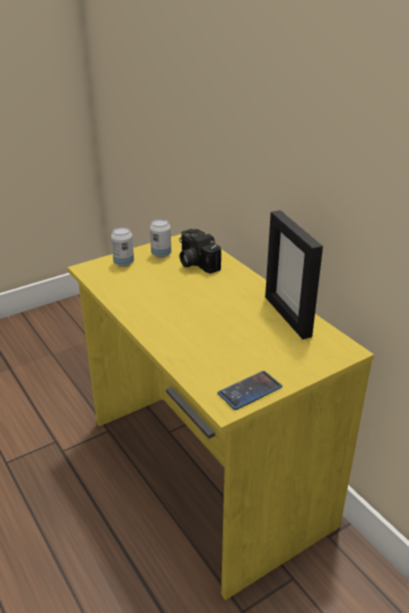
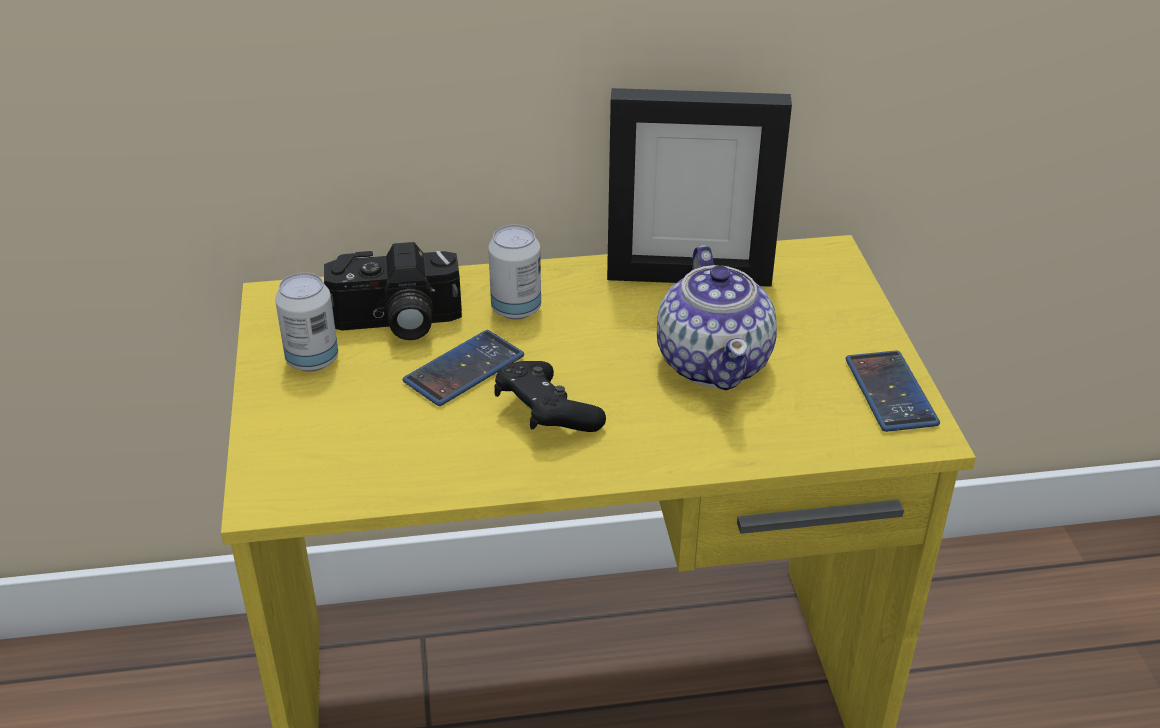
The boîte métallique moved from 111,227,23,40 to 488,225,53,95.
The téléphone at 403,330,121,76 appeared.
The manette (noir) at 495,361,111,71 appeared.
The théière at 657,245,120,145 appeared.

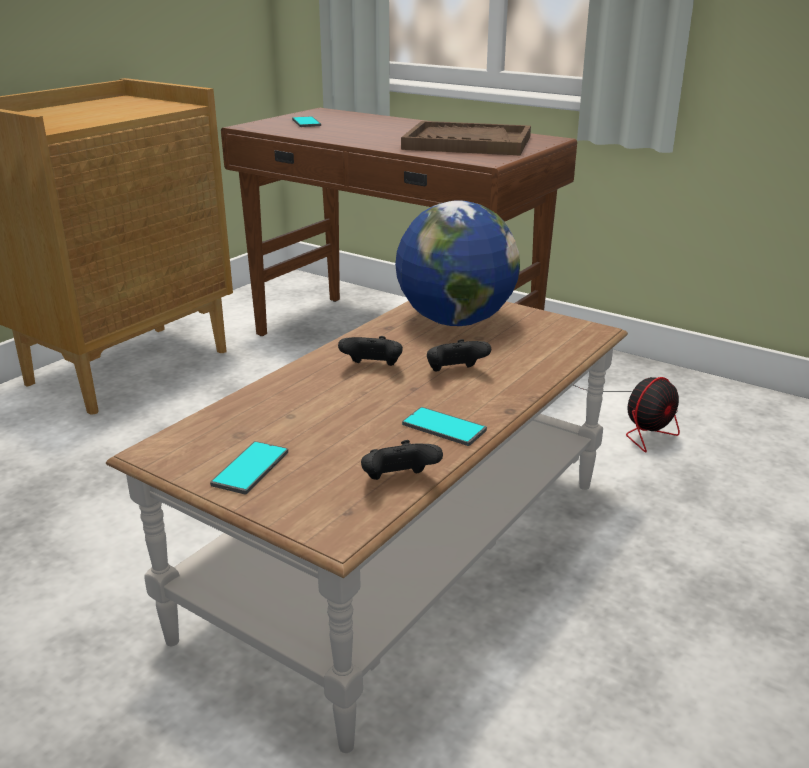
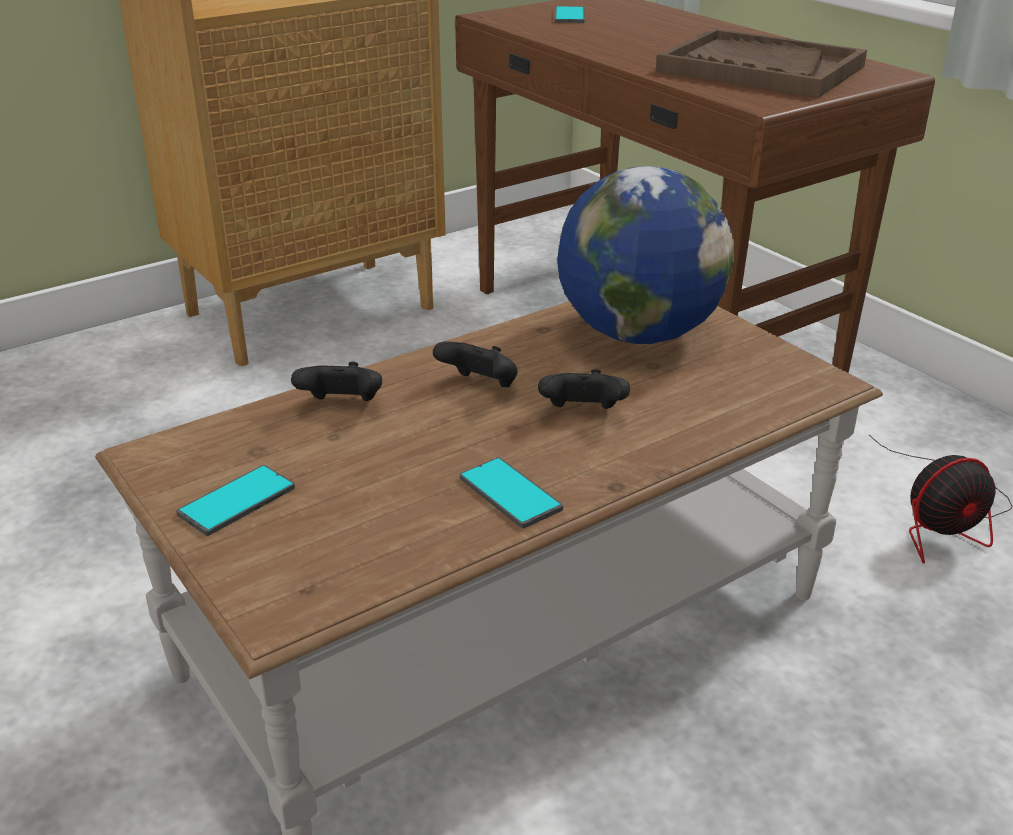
The manette (noir) moved from 361,440,82,40 to 291,362,91,39.

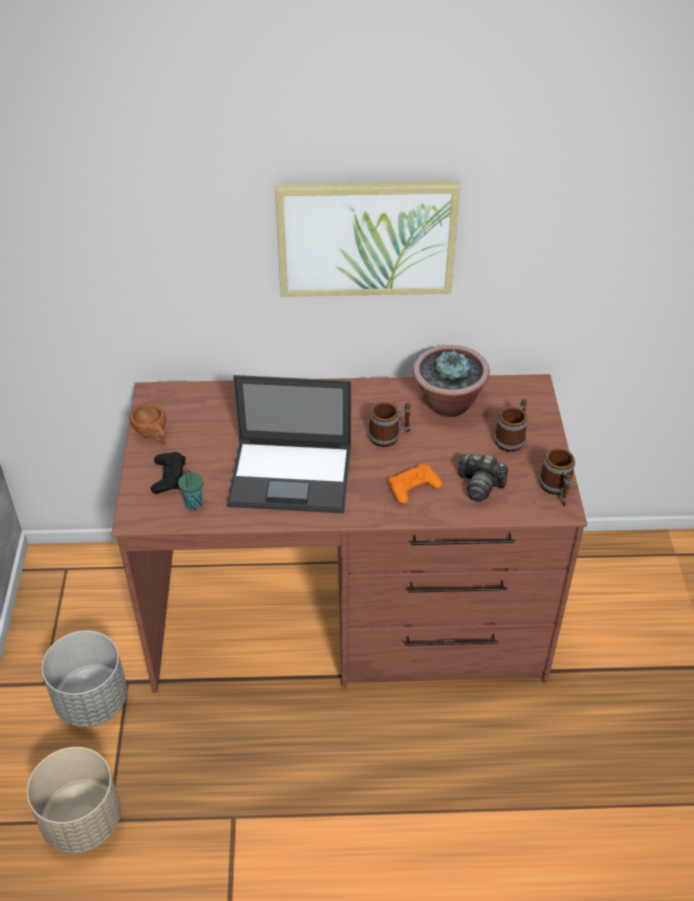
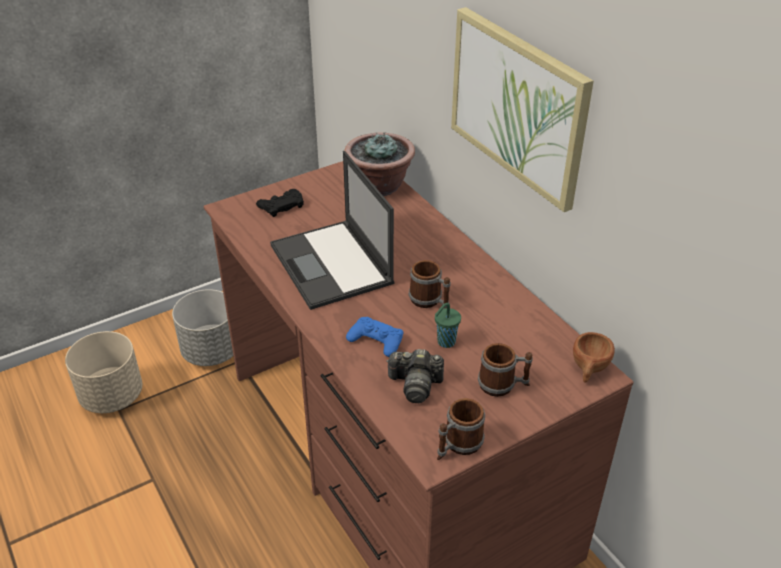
The tasse (marron) moved from 129,403,37,41 to 573,332,42,51.
The tasse (vert) moved from 178,470,25,40 to 435,303,26,45.
The manette (orange) at 388,464,54,40 became the manette (bleu) at 346,317,58,40.
The plante en pot moved from 413,345,77,72 to 344,132,71,64.
The appareil photo at 458,453,50,49 turned 75 degrees counterclockwise.

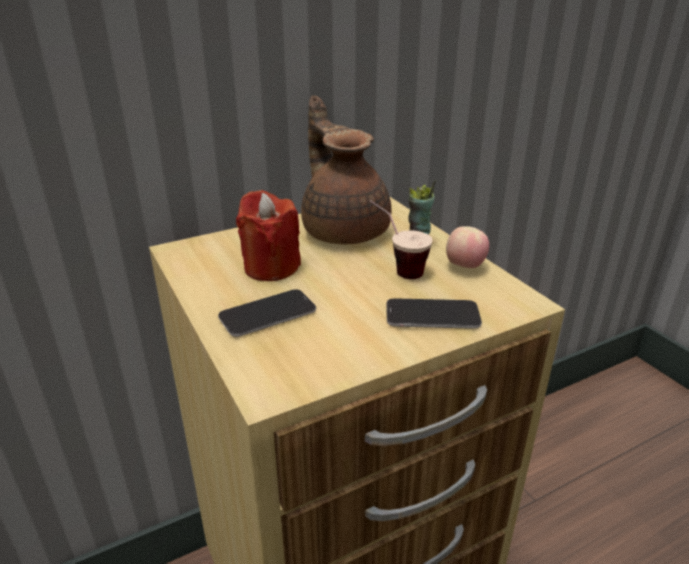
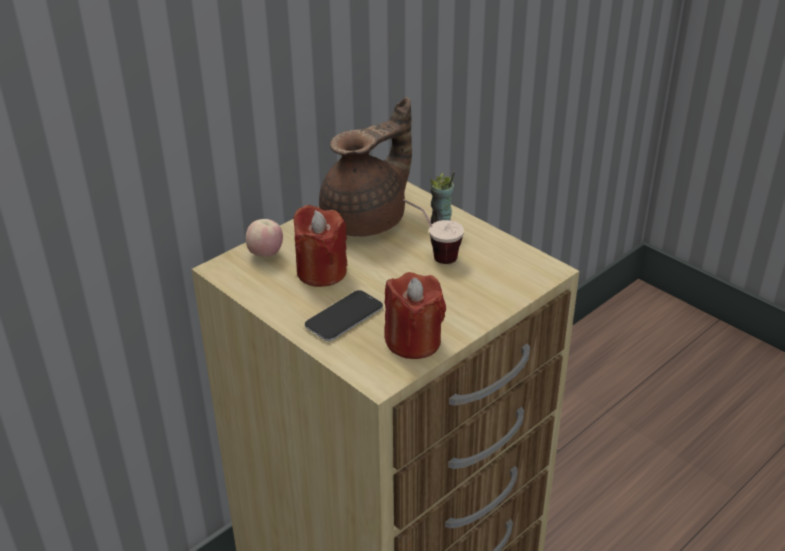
The théière (marron) at 301,96,91,148 turned 90 degrees clockwise.
The téléphone at 386,298,96,31 disappeared.
The pomme moved from 446,226,43,42 to 246,219,37,38.
The bougie (rouge) at 384,272,62,87 appeared.

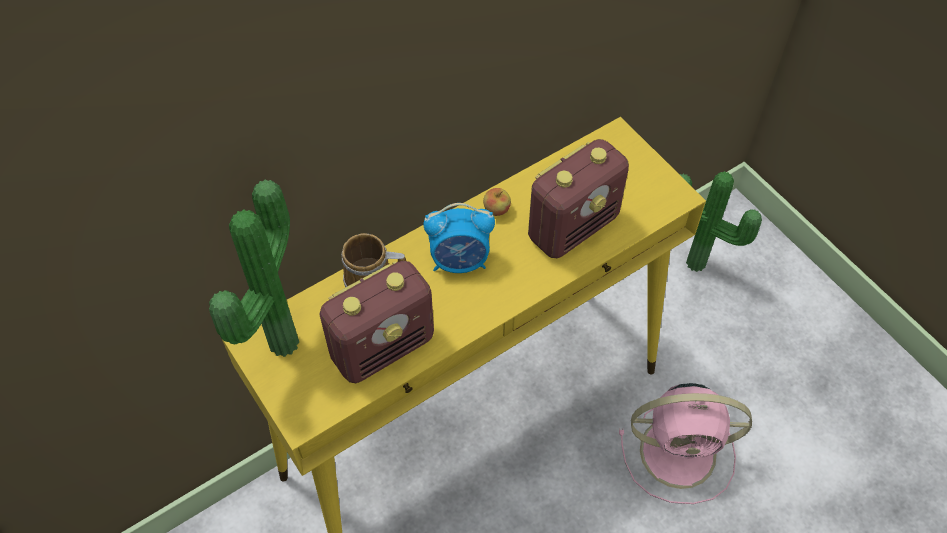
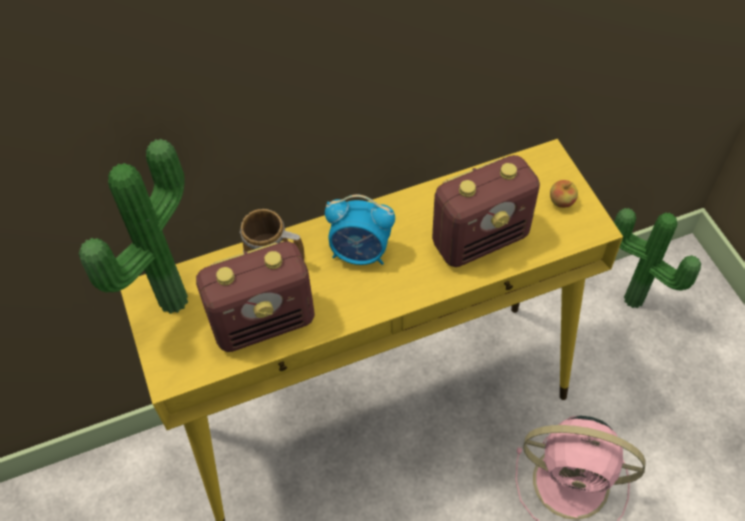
The pomme moved from 483,188,28,28 to 550,180,28,28.

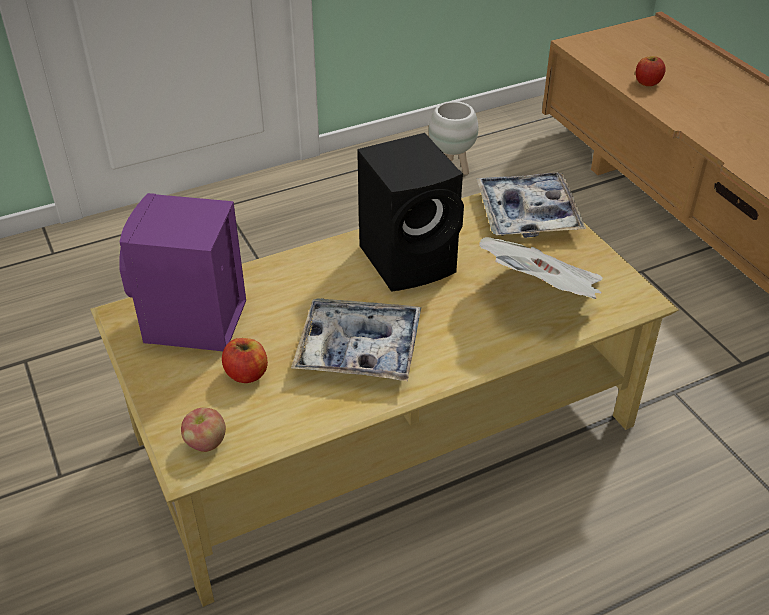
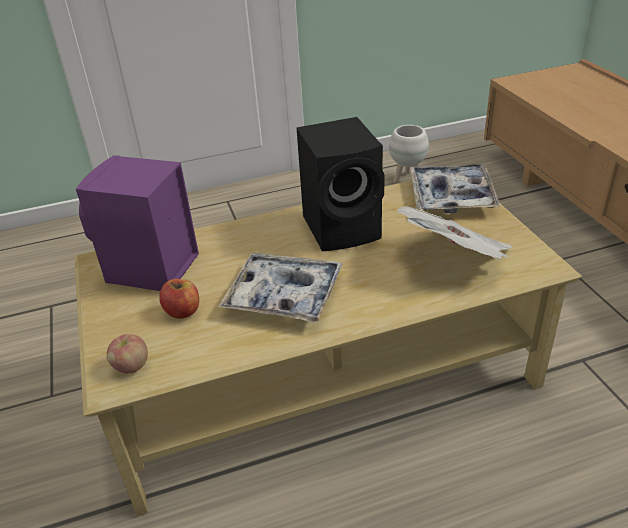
The pomme at 636,56,30,30 disappeared.

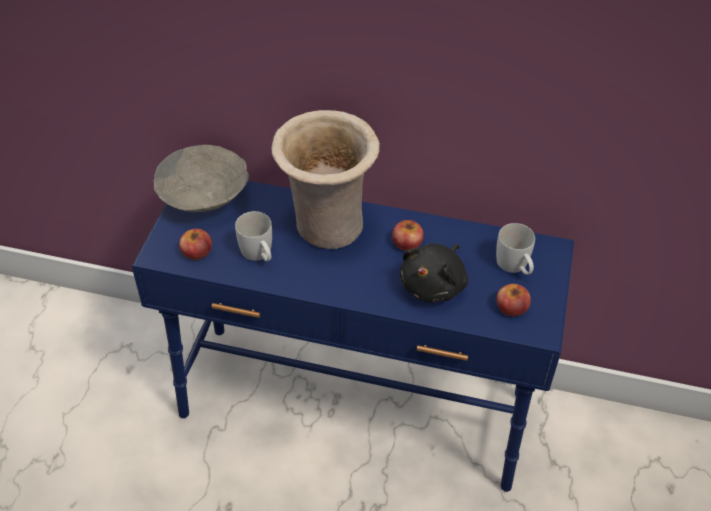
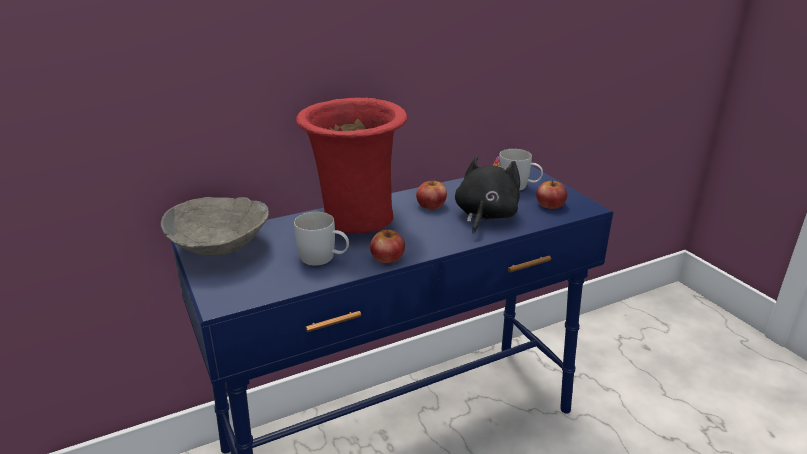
The pomme moved from 179,229,33,31 to 370,230,35,33.
The vase (beige) at 272,110,108,139 became the vase (rouge) at 296,97,111,137.
The peluche (noir) at 400,244,68,58 turned 150 degrees counterclockwise.

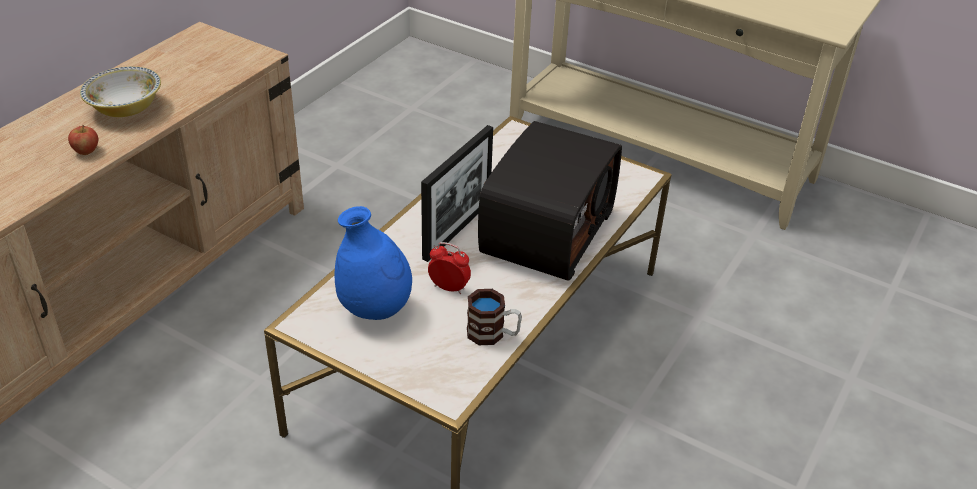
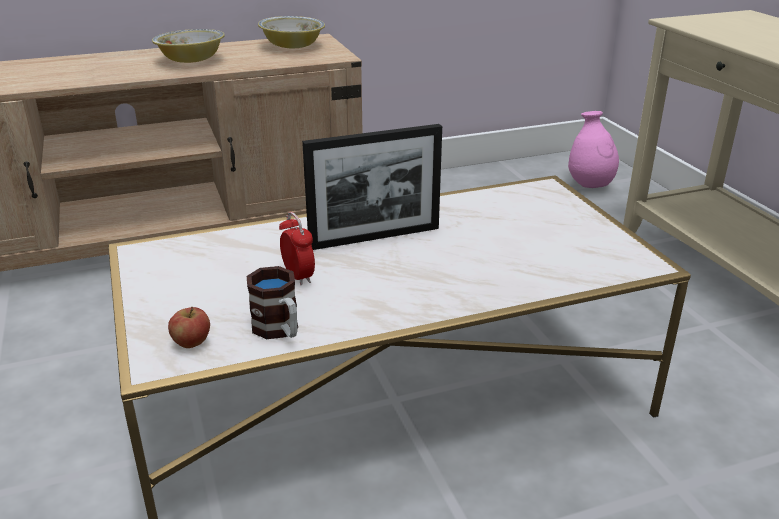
The pomme moved from 68,124,30,31 to 168,307,42,41.
The vase (bleu) at 334,206,78,114 disappeared.
The radio at 478,121,144,160 disappeared.
The bol at 258,16,67,32 appeared.
The vase (rose) at 568,111,51,77 appeared.

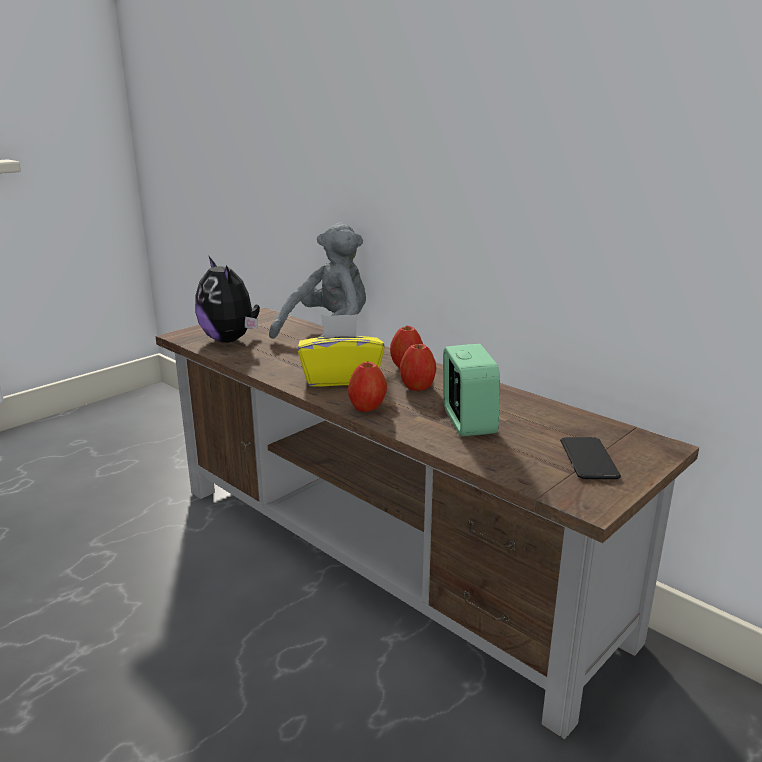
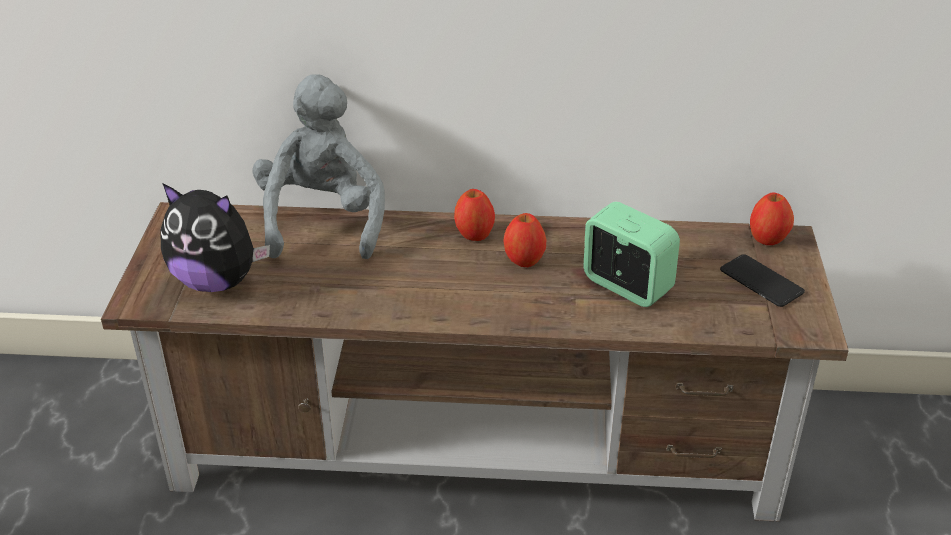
The boîte à mouchoirs (jaune) at 298,314,87,73 disappeared.
The pomme moved from 348,361,39,51 to 750,193,44,52.

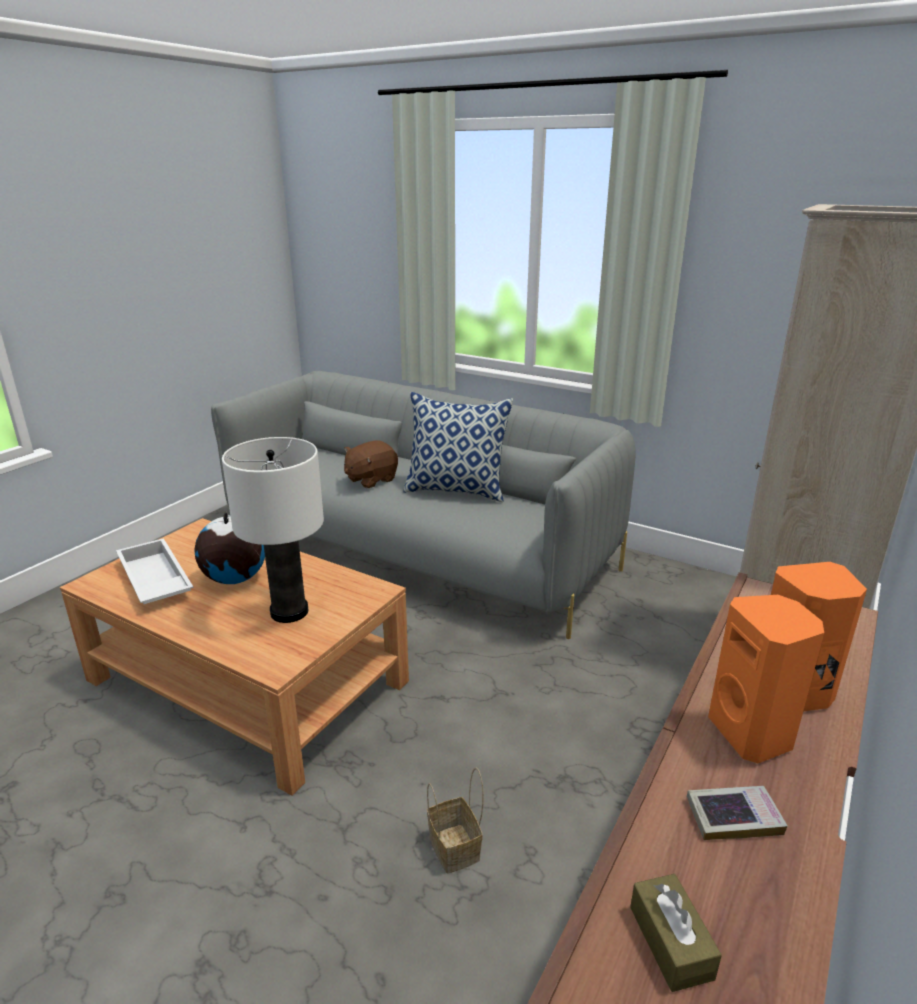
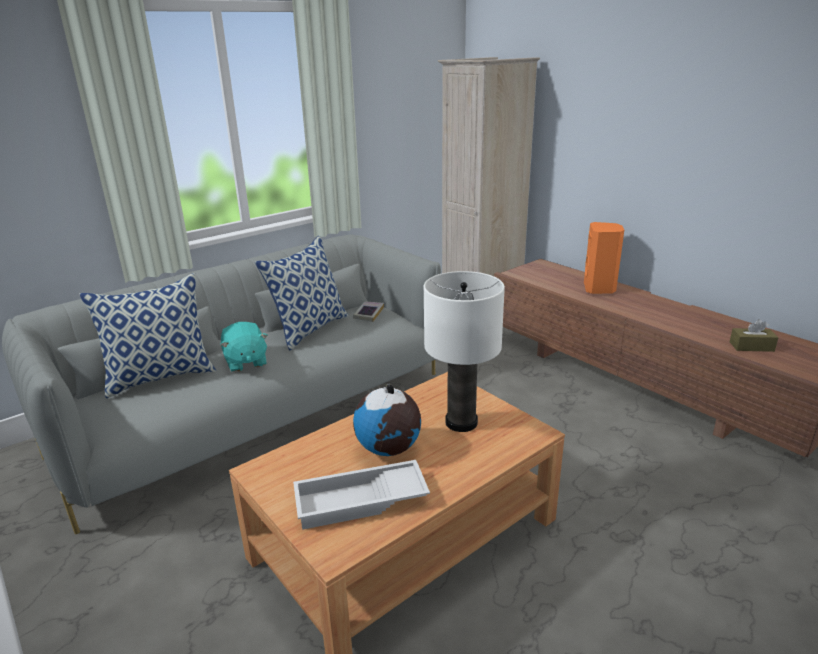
The peluche (marron) at 344,440,54,48 became the peluche (turquoise) at 220,322,48,50.
The panier at 427,768,57,106 disappeared.
The livre moved from 687,786,100,54 to 353,302,31,20.
The enceinte (orange) at 708,595,116,168 disappeared.
The coussin at 80,273,136,125 appeared.

